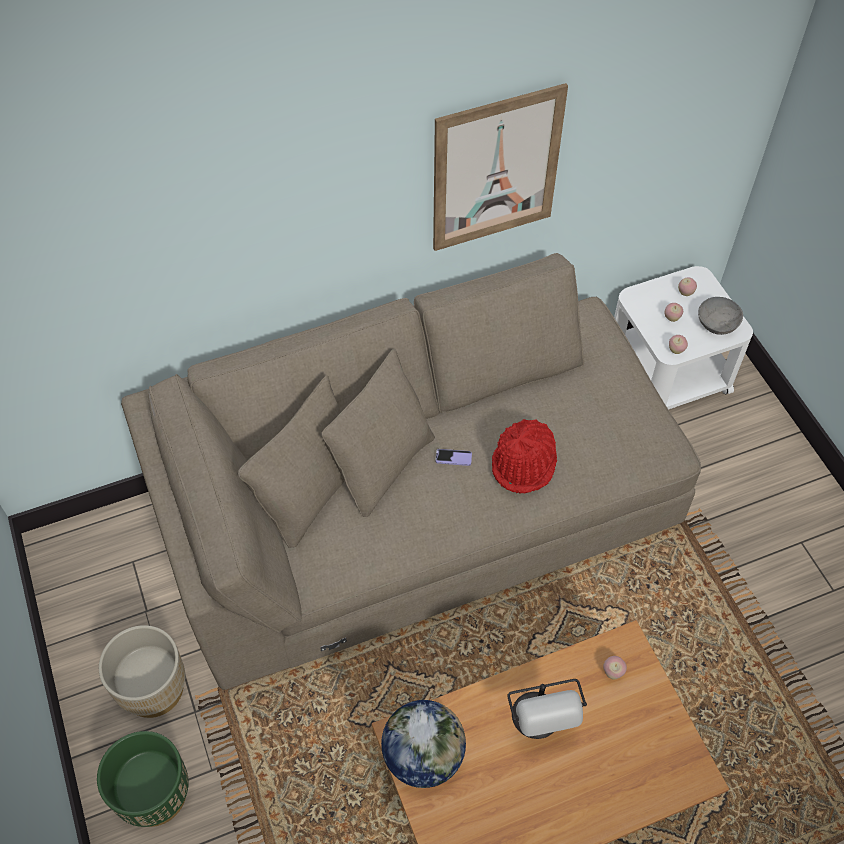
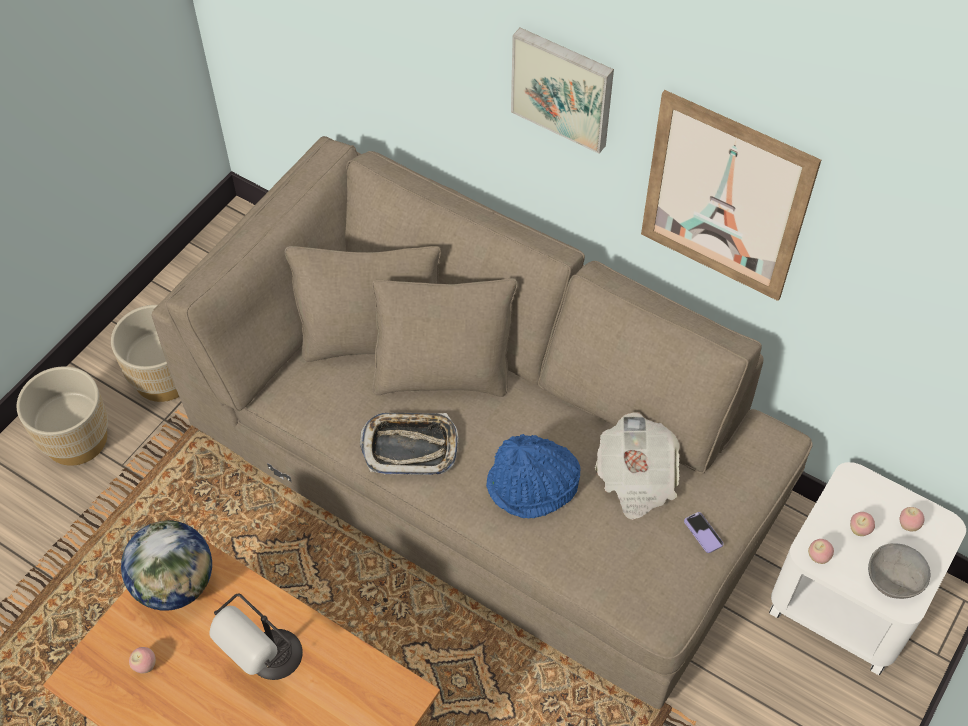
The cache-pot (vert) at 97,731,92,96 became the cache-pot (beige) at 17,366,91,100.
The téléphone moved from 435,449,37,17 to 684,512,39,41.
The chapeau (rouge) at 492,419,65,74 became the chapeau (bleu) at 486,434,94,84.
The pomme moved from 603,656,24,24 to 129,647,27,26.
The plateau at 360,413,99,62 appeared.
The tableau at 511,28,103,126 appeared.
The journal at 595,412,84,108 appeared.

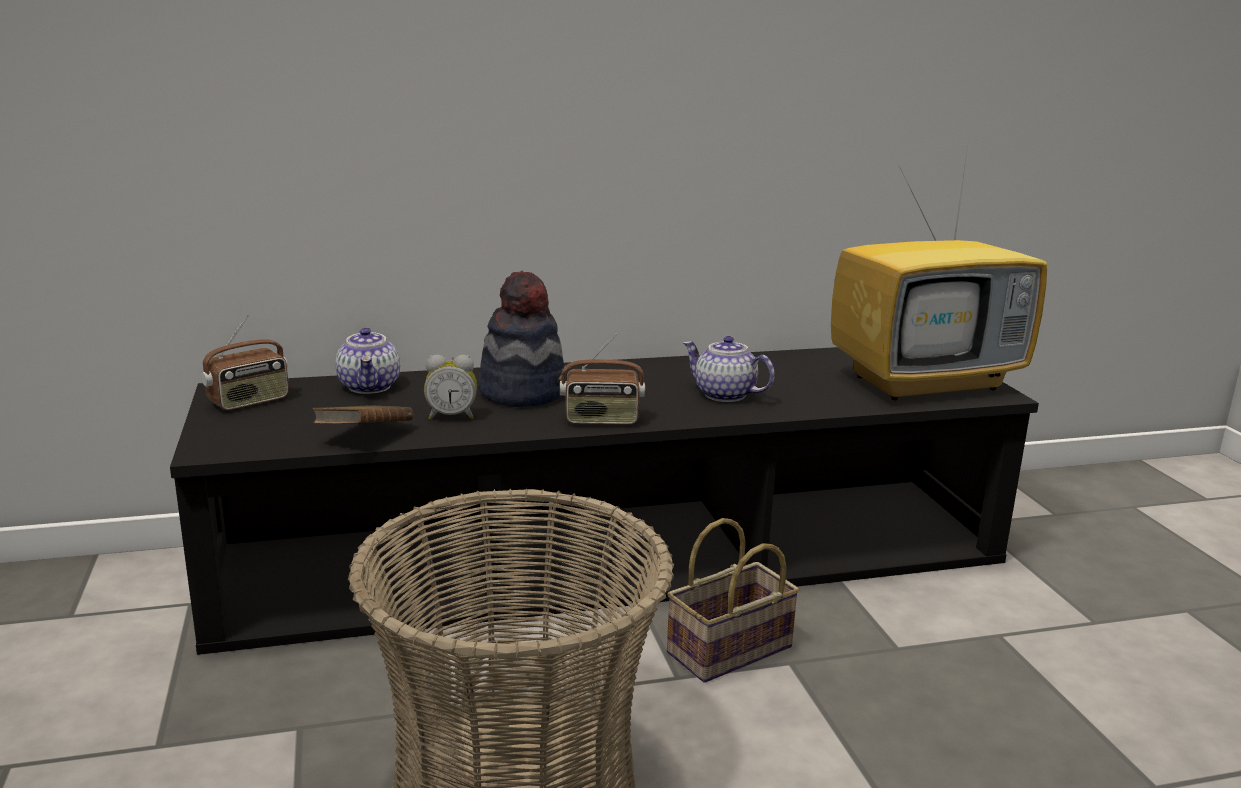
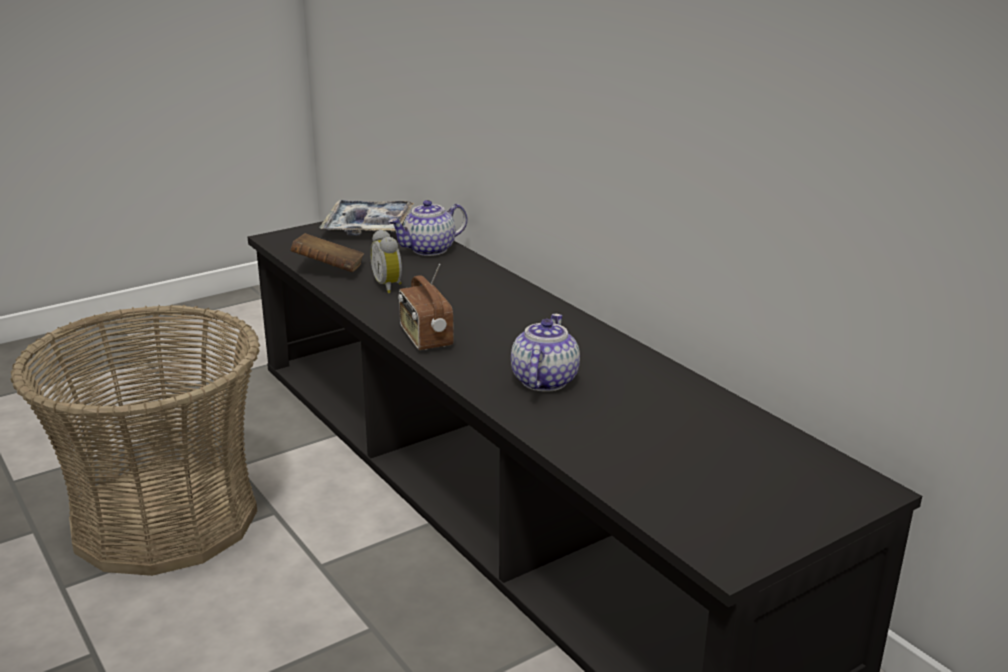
The radio at 201,315,88,95 was replaced by the plateau at 320,200,94,36.
The chapeau at 478,271,89,136 disappeared.
The panier at 667,518,133,165 disappeared.
The téléviseur at 831,140,216,260 disappeared.

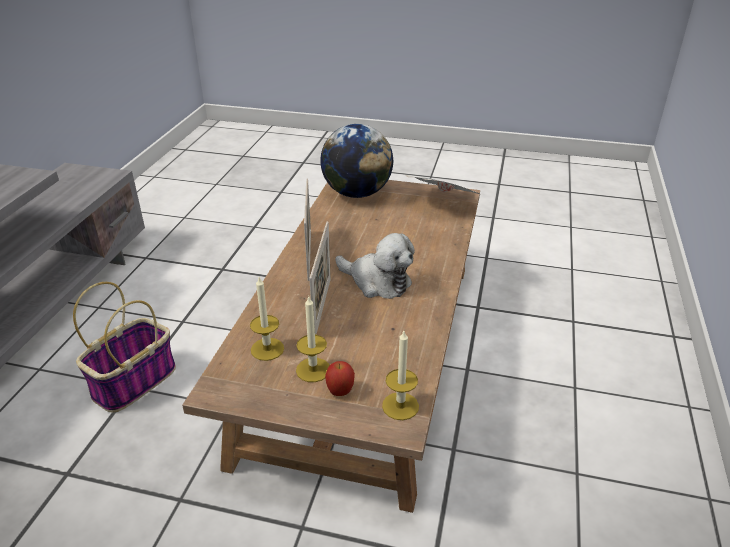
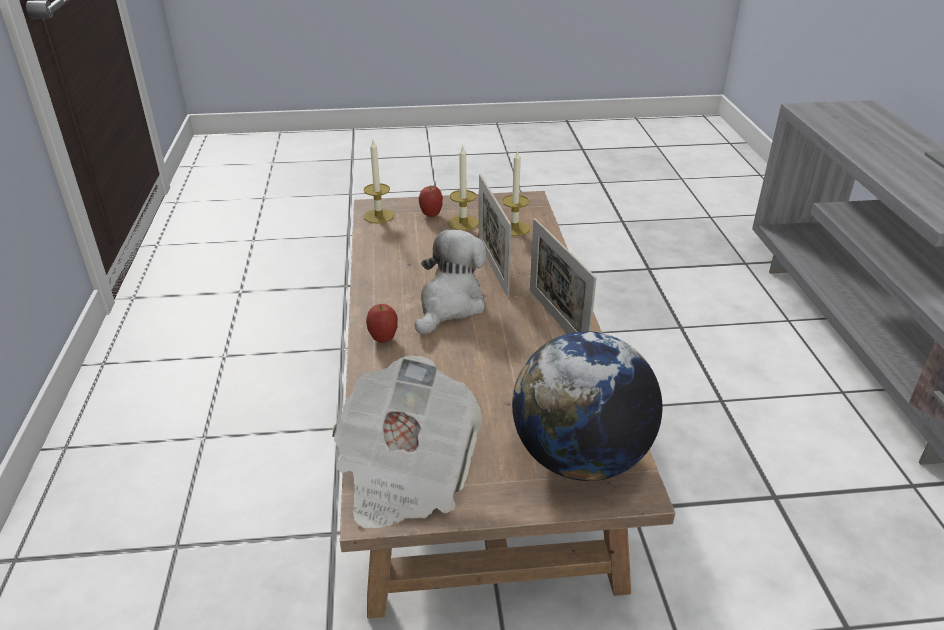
The panier at 73,282,103,130 disappeared.
The peluche at 335,233,80,66 turned 105 degrees clockwise.
The pomme at 366,304,32,39 appeared.

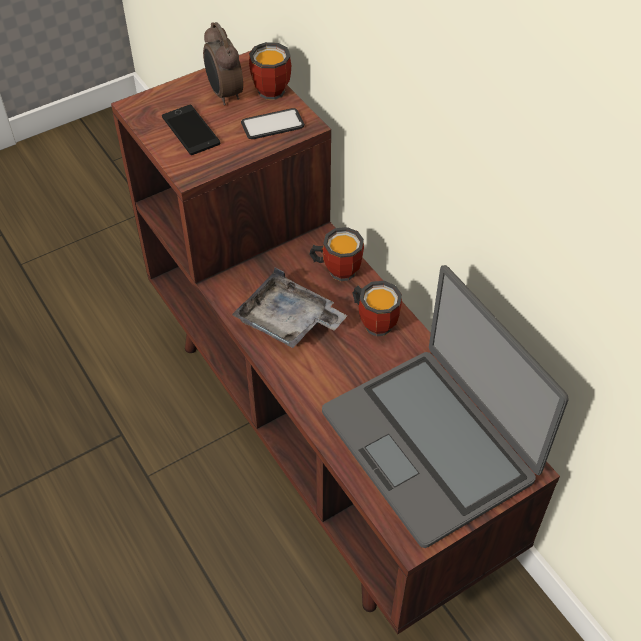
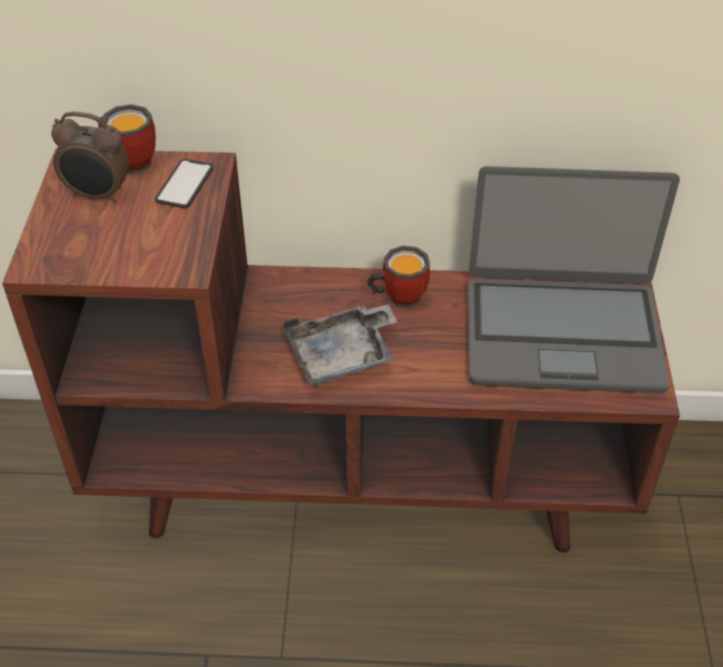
The téléphone at 162,105,58,50 disappeared.
The mug at 309,227,55,54 disappeared.

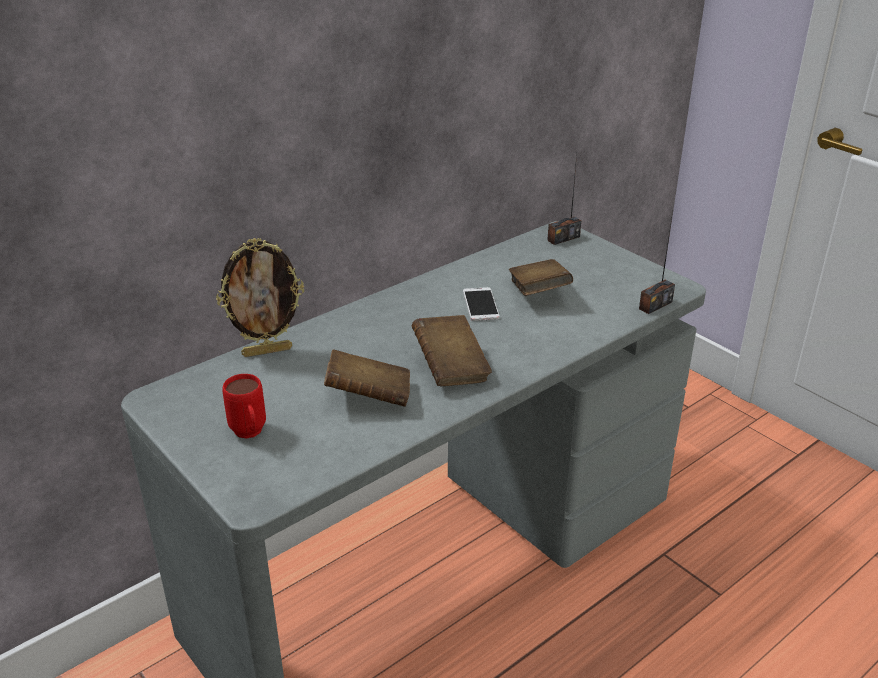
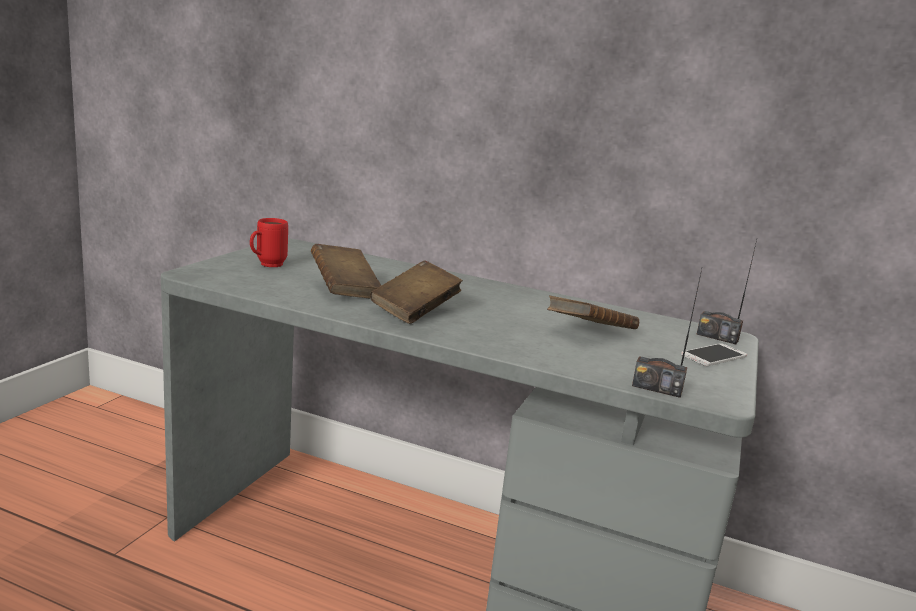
The cadre photo at 216,238,88,119 disappeared.
The téléphone moved from 463,287,37,34 to 681,343,66,23.

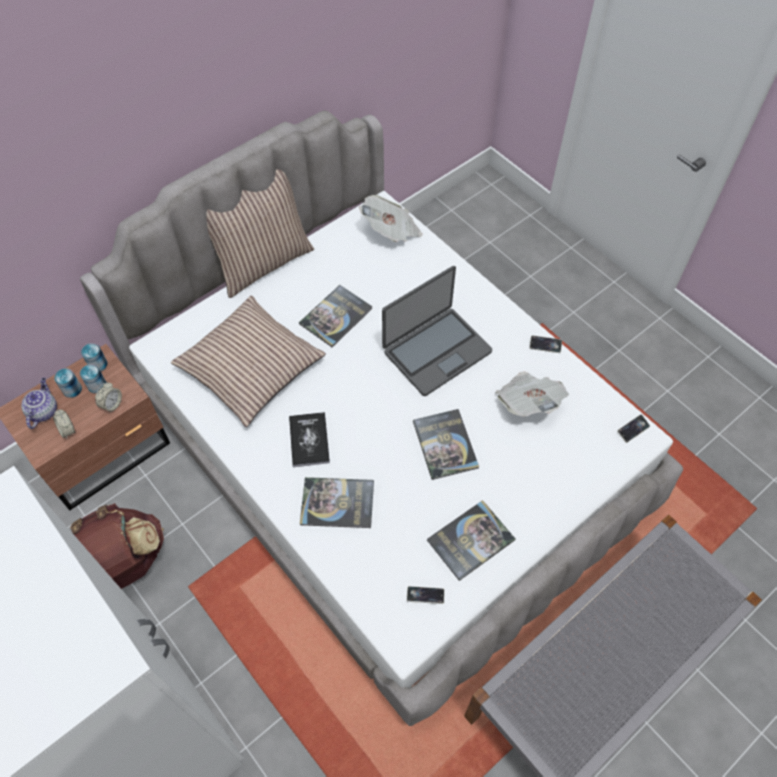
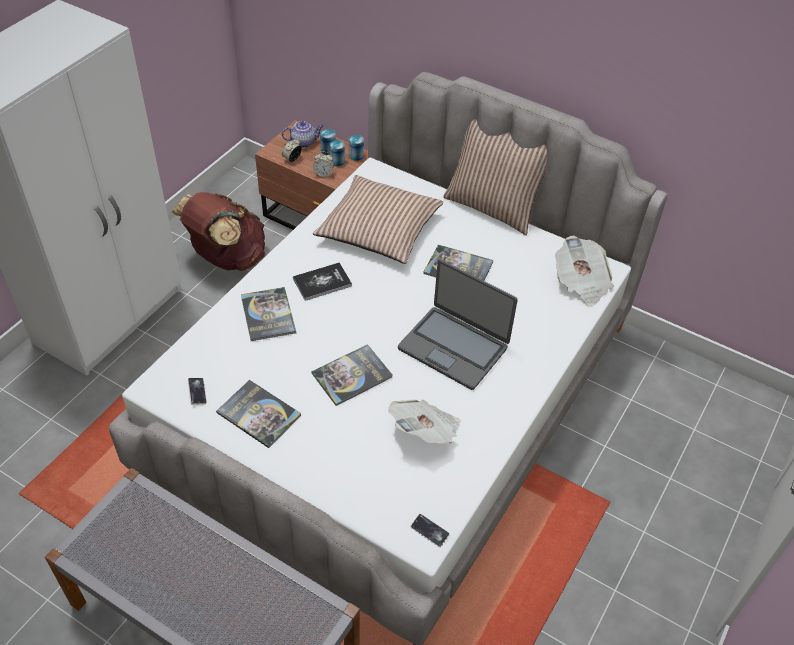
The téléphone at 530,335,32,18 disappeared.

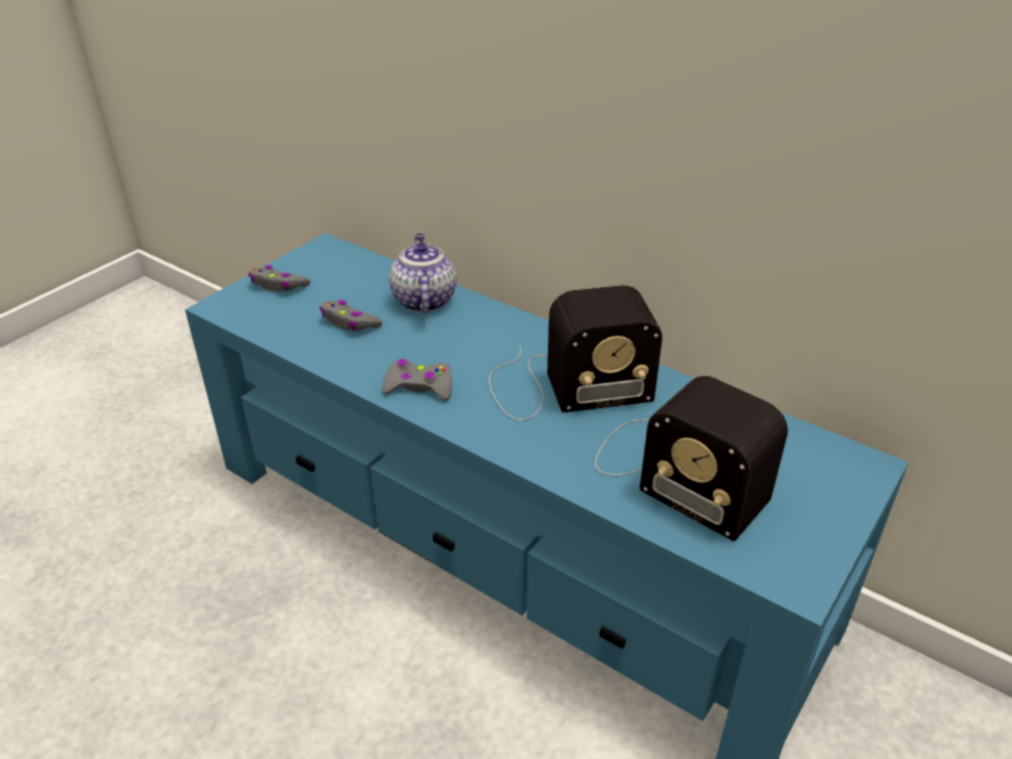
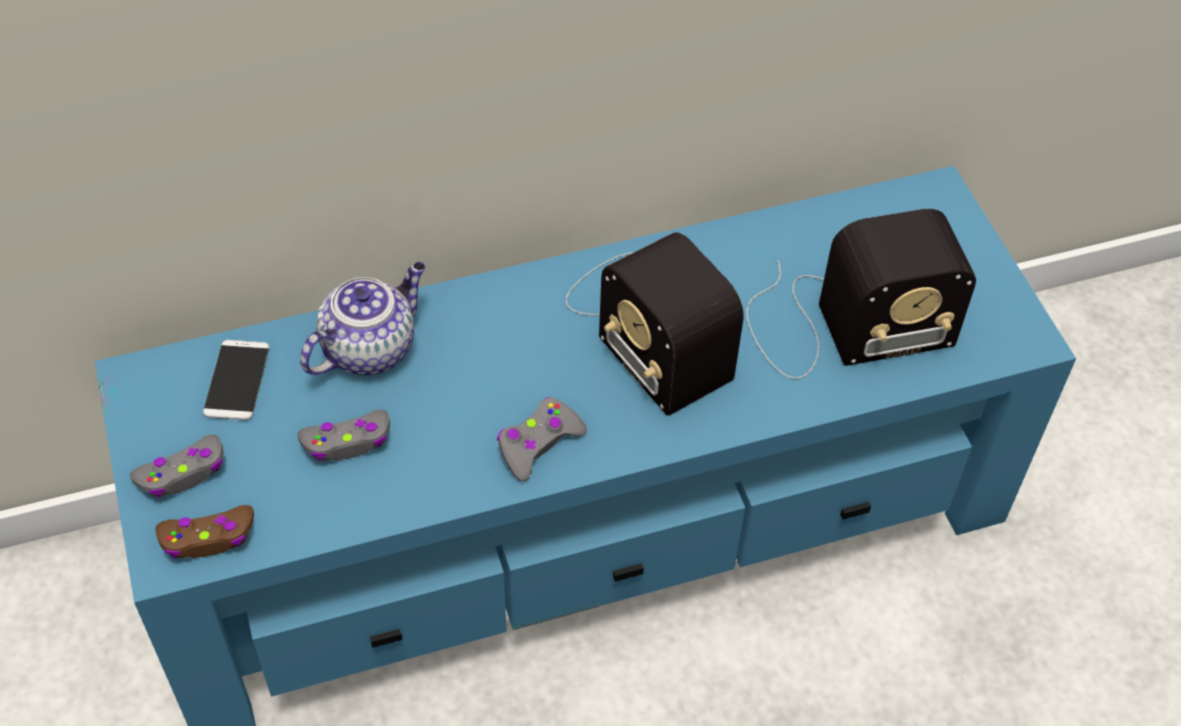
The théière at 389,233,68,80 turned 105 degrees clockwise.
The radio at 489,285,173,136 turned 120 degrees clockwise.
The manette (marron) at 155,505,99,54 appeared.
The téléphone at 203,340,67,80 appeared.

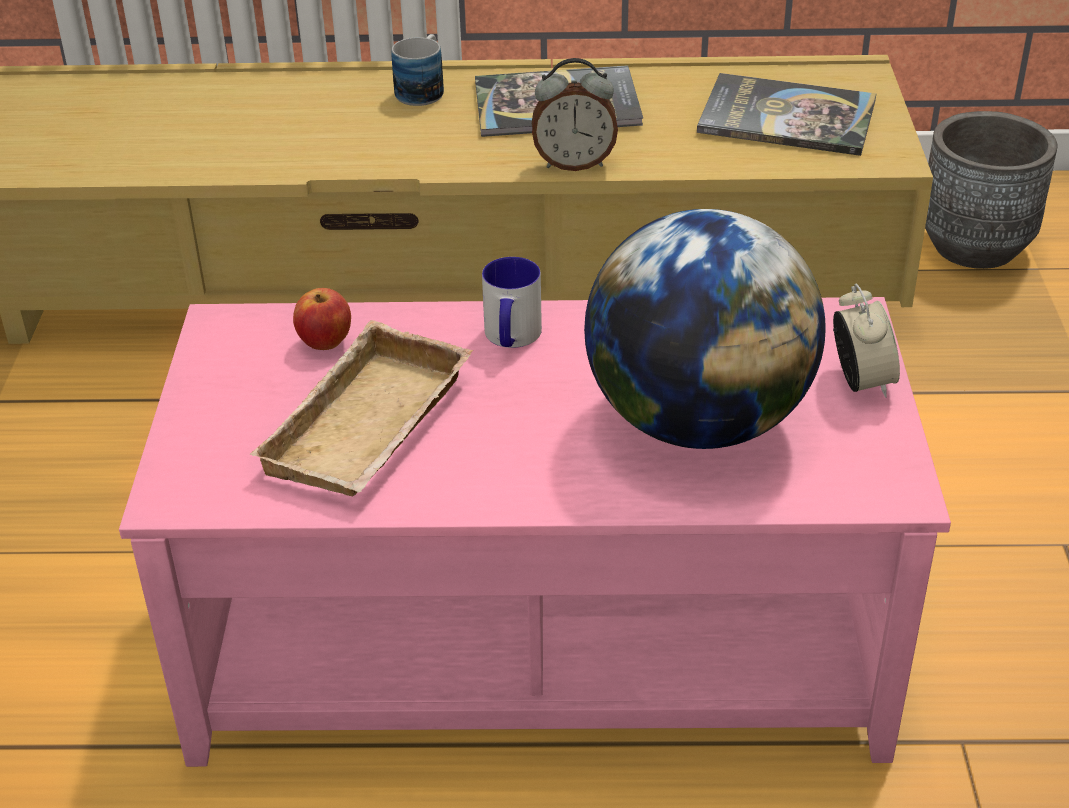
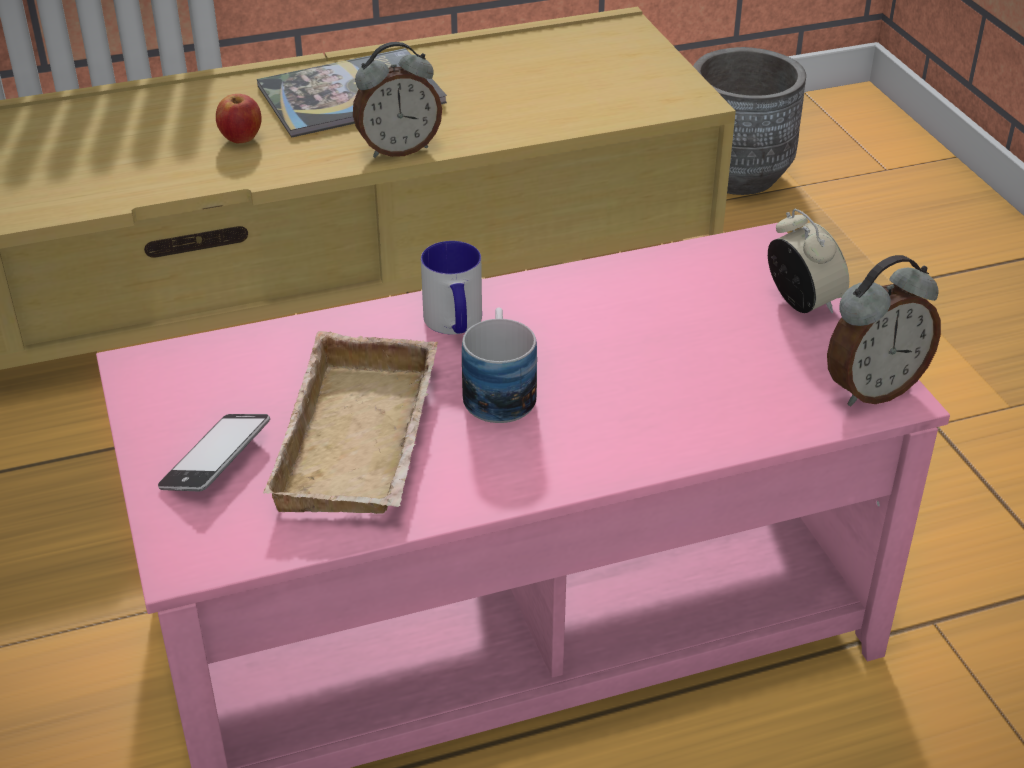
The pomme moved from 293,288,58,62 to 216,94,46,49.
The mug moved from 391,34,53,72 to 462,308,75,115.
The globe at 584,209,242,240 disappeared.
The livre at 697,73,179,83 disappeared.
The téléphone at 158,414,112,78 appeared.
The réveil at 827,255,114,152 appeared.

